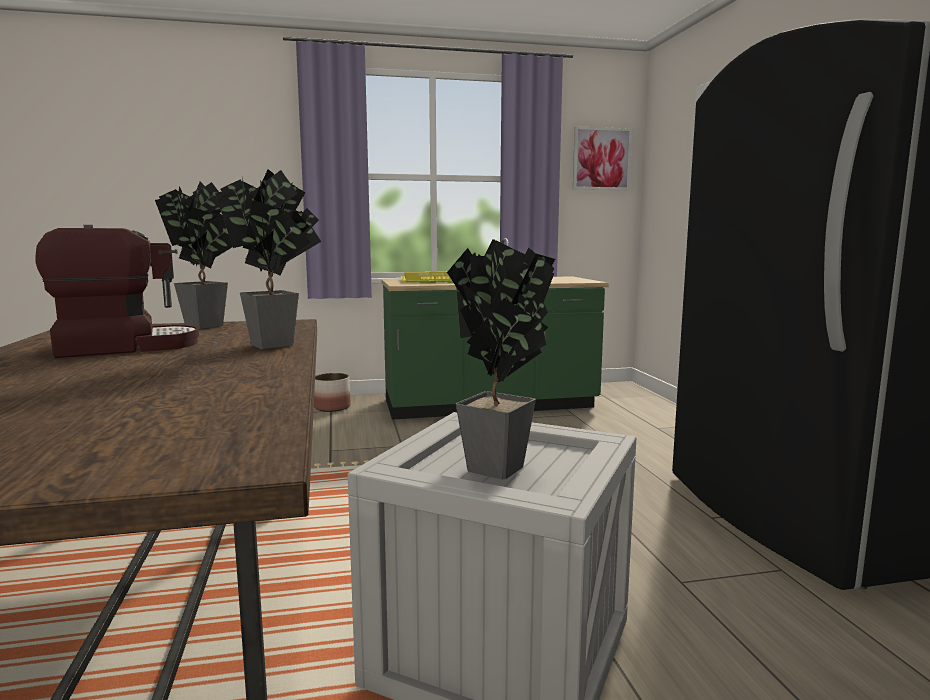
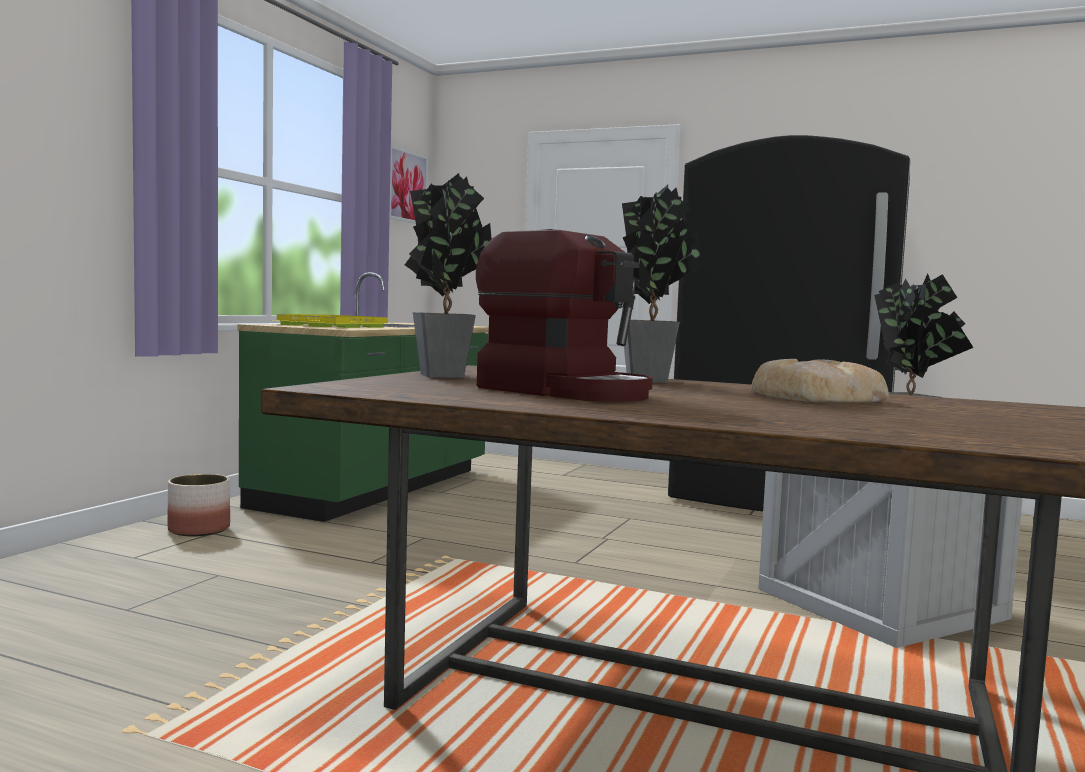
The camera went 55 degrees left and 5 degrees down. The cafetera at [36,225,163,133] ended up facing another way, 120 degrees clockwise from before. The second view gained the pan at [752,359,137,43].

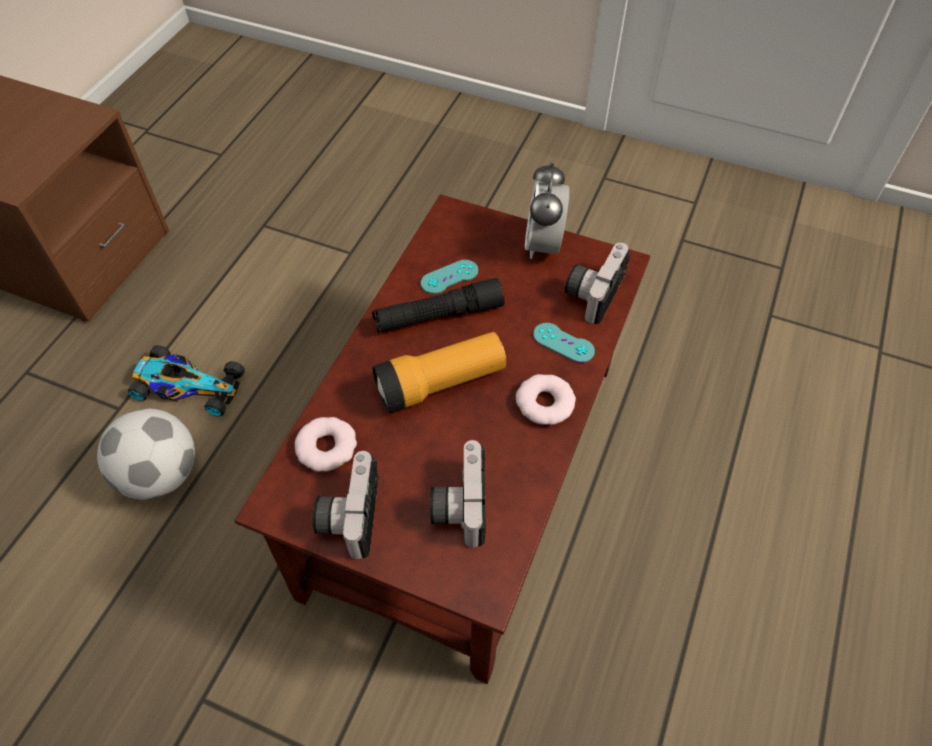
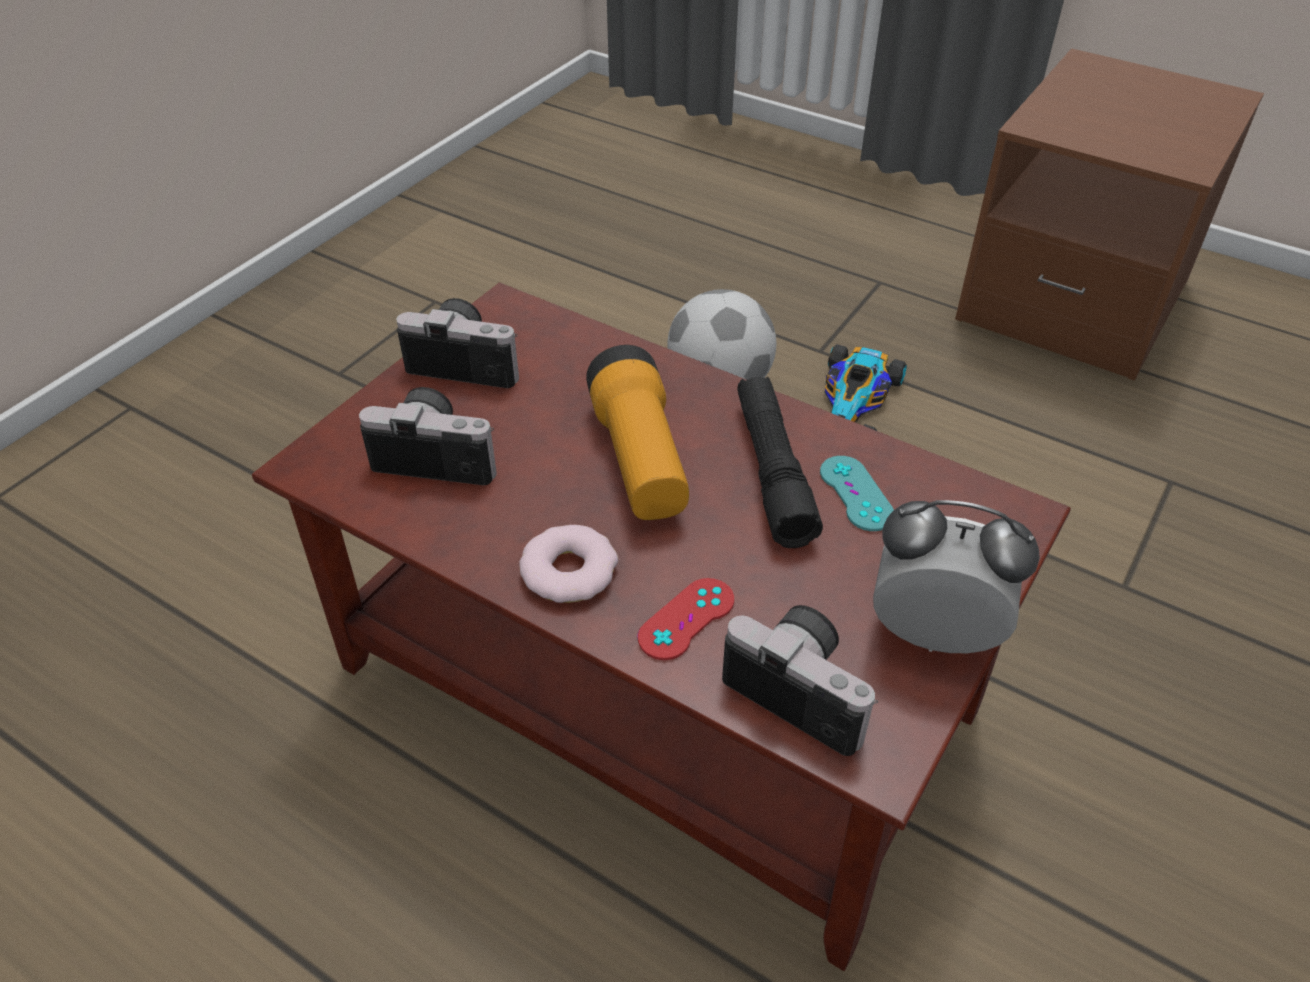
The camera went 100 degrees right and 10 degrees down. What was the mando de consola (turquesa) at [533,323,62,40] turned into the mando de consola (rojo) at [637,578,97,82]. The second view lost the rosquilla at [295,417,62,55].

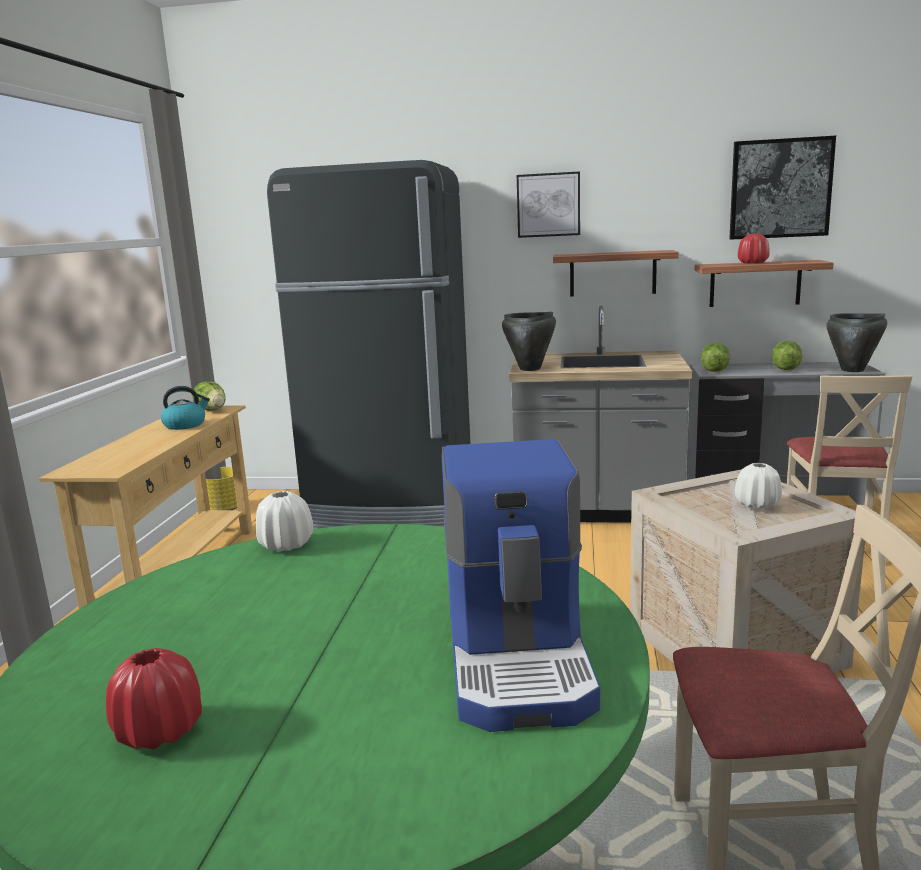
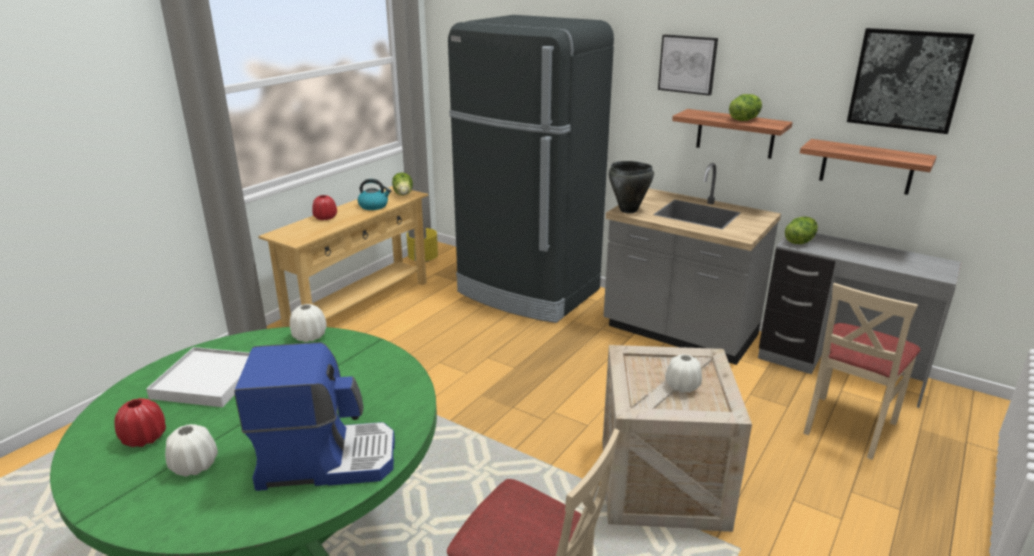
The camera went 25 degrees right and 10 degrees up. The second view gained the bandeja (blanco) at [146,347,104,60]. The second view gained the florero (blanco) at [165,424,53,53]. The cafetera at [442,439,158,293] ended up facing another way, 120 degrees counterclockwise from before. The florero (rojo) ended up elsewhere, having gone from [738,234,32,30] to [312,195,25,25]. The lechuga ended up elsewhere, having gone from [772,341,30,29] to [729,94,33,27]. The second view lost the olla (negro) at [826,313,61,59].

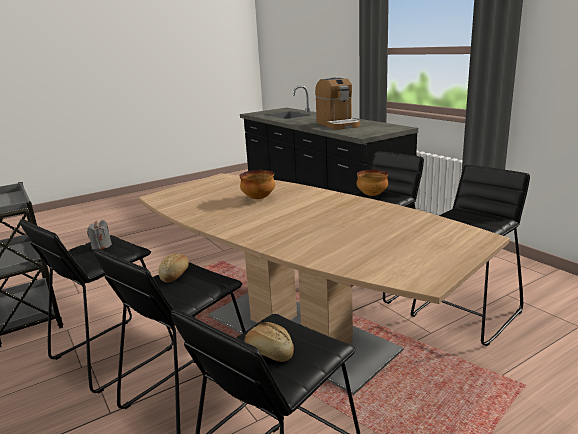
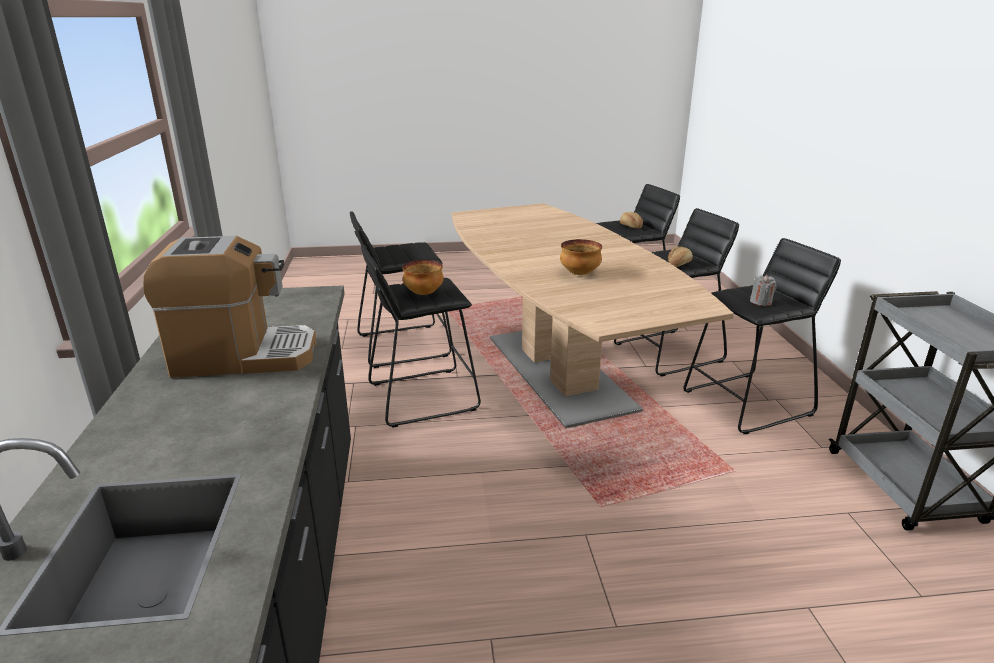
The camera went 155 degrees left and 5 degrees up. The cafetera at [315,77,45,52] ended up facing another way, 75 degrees clockwise from before.

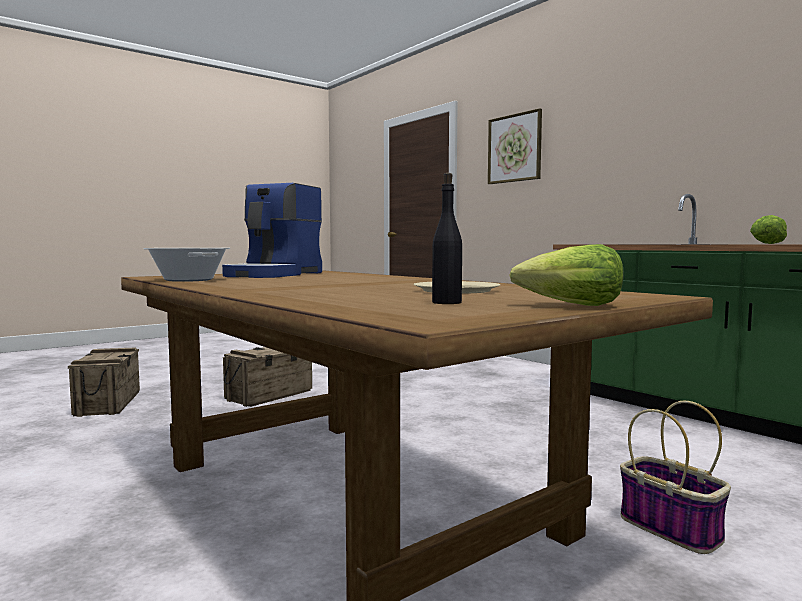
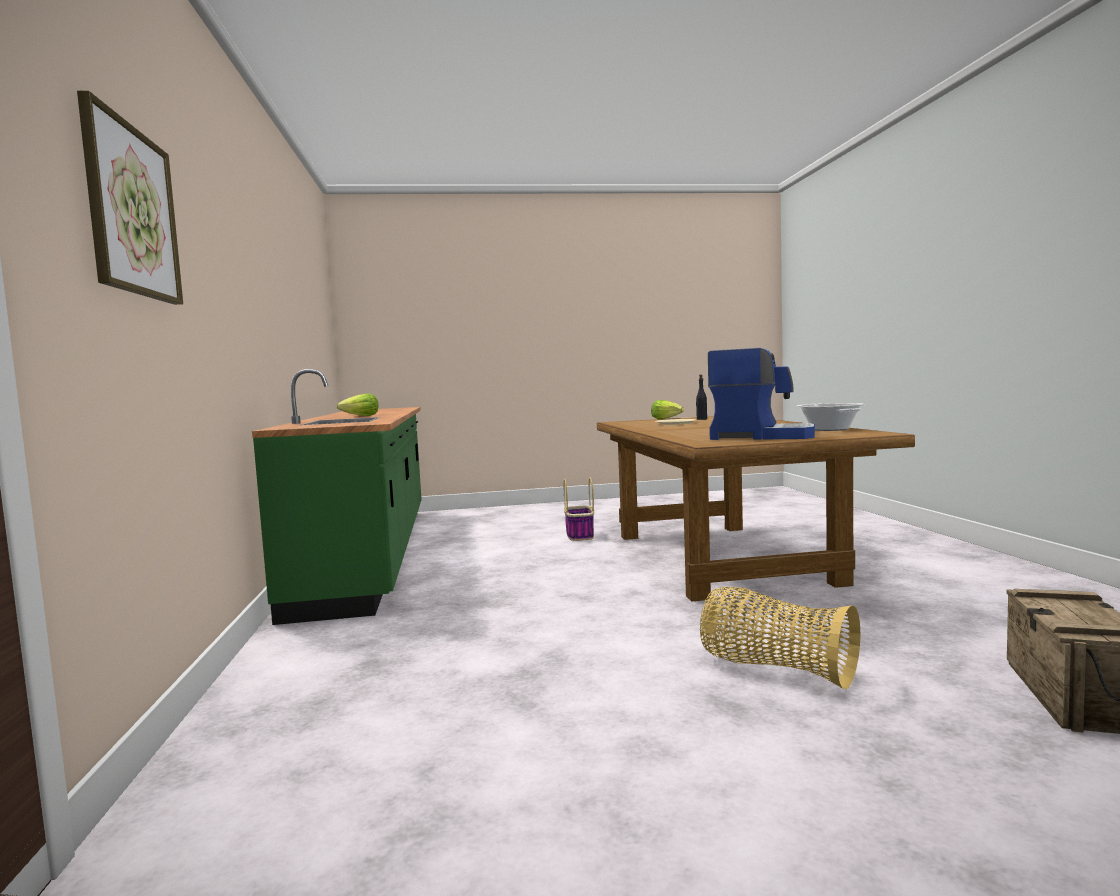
The camera went 150 degrees left and 0 degrees up. Where the caja de embalaje stood at [223,347,89,60], the cesta came to stand at [700,587,160,103]. The cafetera at [222,183,100,95] ended up facing another way, 60 degrees clockwise from before.

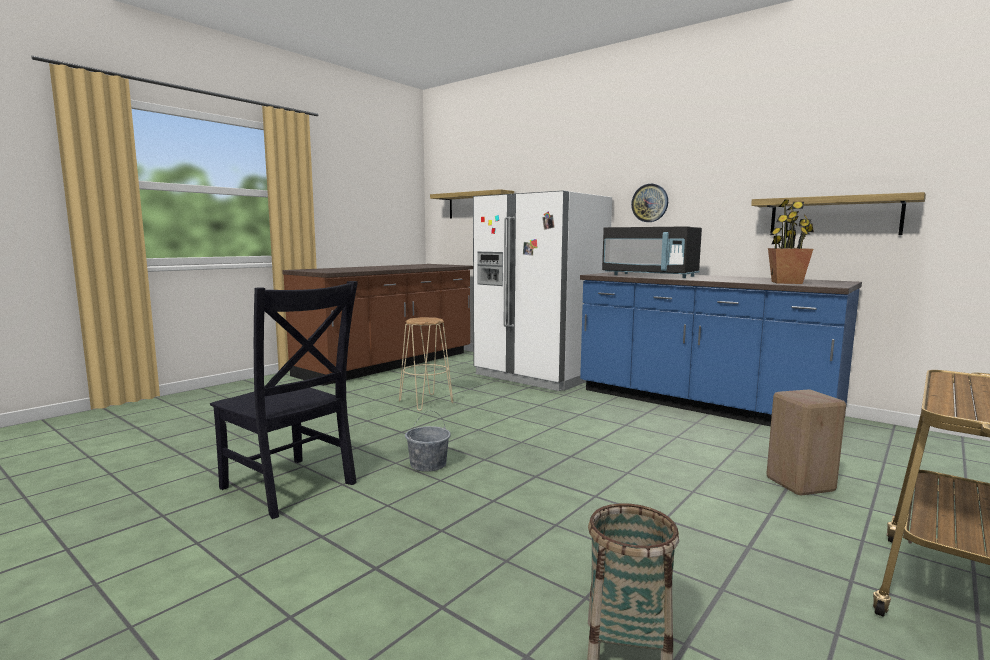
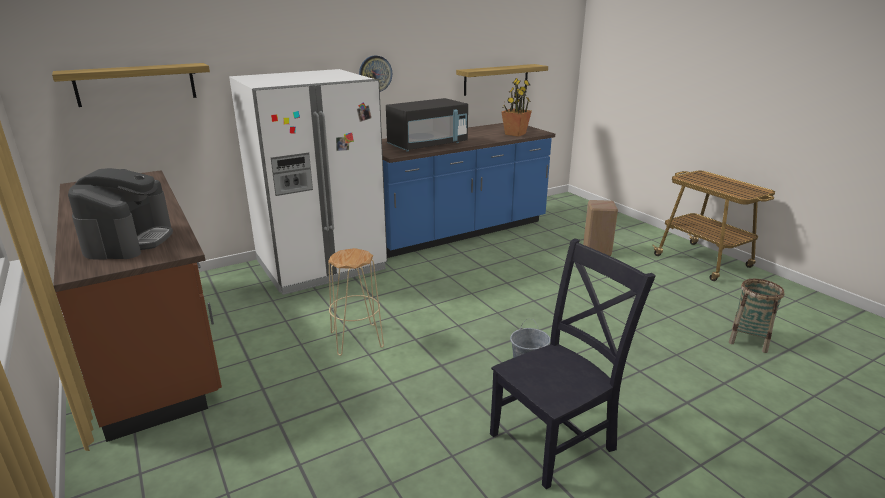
The camera went 70 degrees left and 15 degrees up. The second view gained the cafetera at [68,168,105,91].

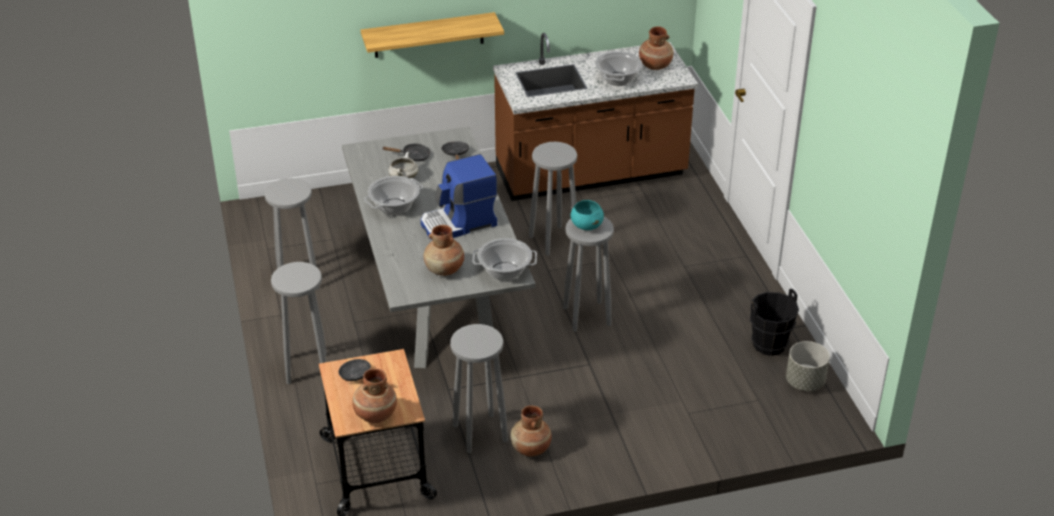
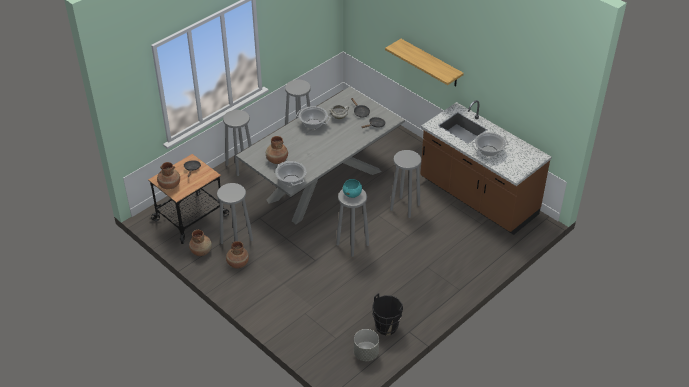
The camera went 60 degrees right and 5 degrees up. The florero (marrón) ended up elsewhere, having gone from [639,26,35,44] to [189,230,23,26]. The second view lost the cafetera at [421,154,76,86].

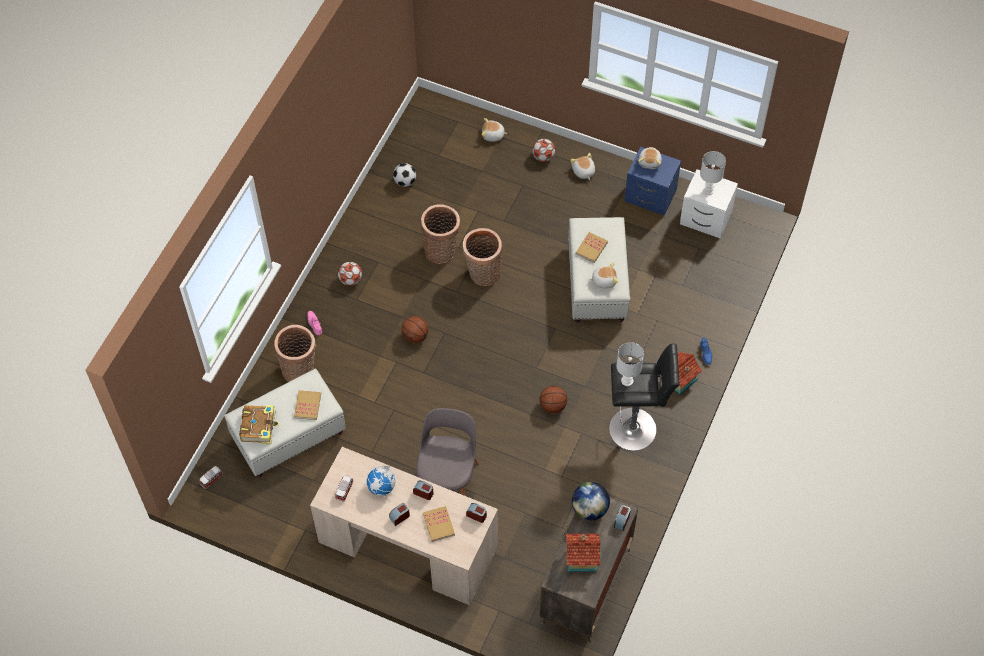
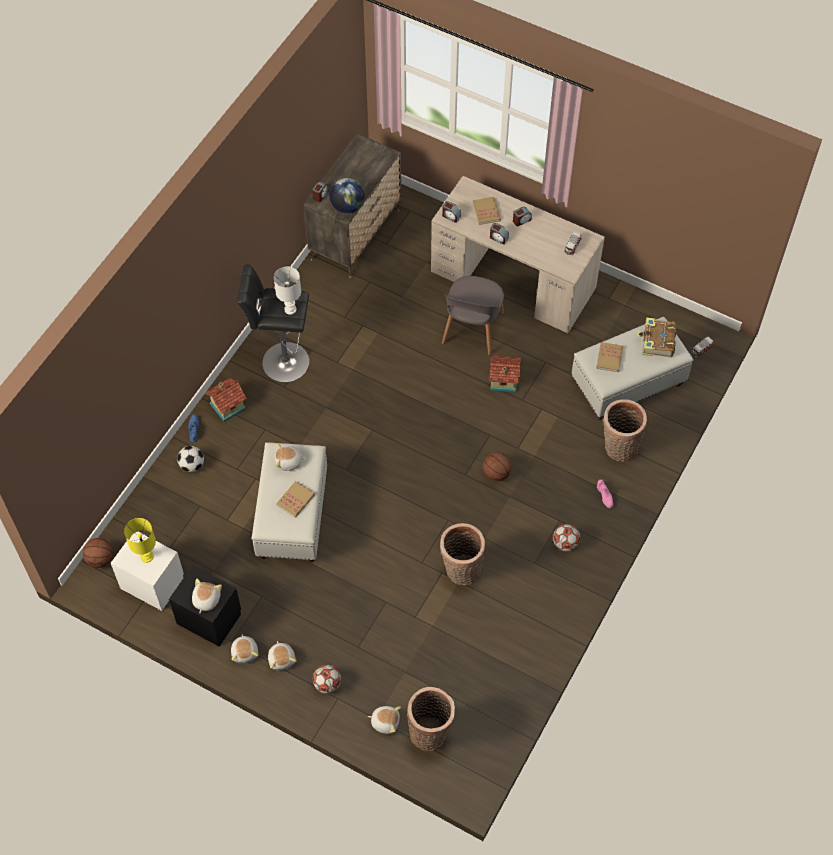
The camera went 175 degrees left and 0 degrees up. The balón de baloncesto ended up elsewhere, having gone from [540,386,27,27] to [83,538,30,30]. What was the lámpara de mesa (blanco) at [700,151,26,44] turned into the lámpara de mesa (amarillo) at [124,518,32,45]. What was the mesita de noche (azul) at [625,147,56,69] turned into the mesita de noche (negro) at [169,565,72,82]. The balón de fútbol ended up elsewhere, having gone from [393,163,23,24] to [177,446,27,26]. The second view gained the peluche at [231,634,27,29]. The cesta ended up elsewhere, having gone from [463,228,39,58] to [407,687,48,64]. The casita ended up elsewhere, having gone from [566,534,34,38] to [489,356,32,36]. The second view lost the globo terráqueo at [367,466,30,30].

